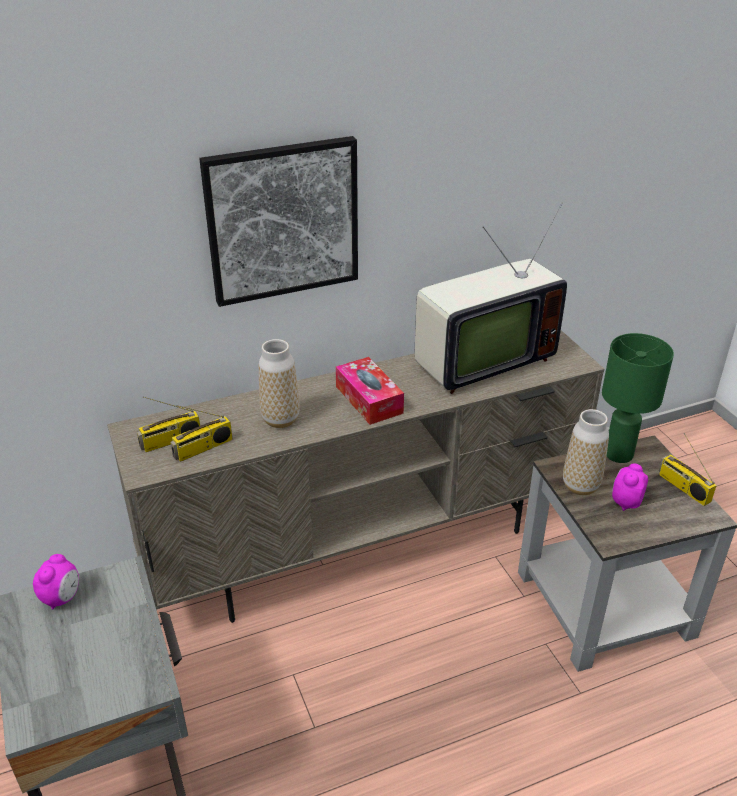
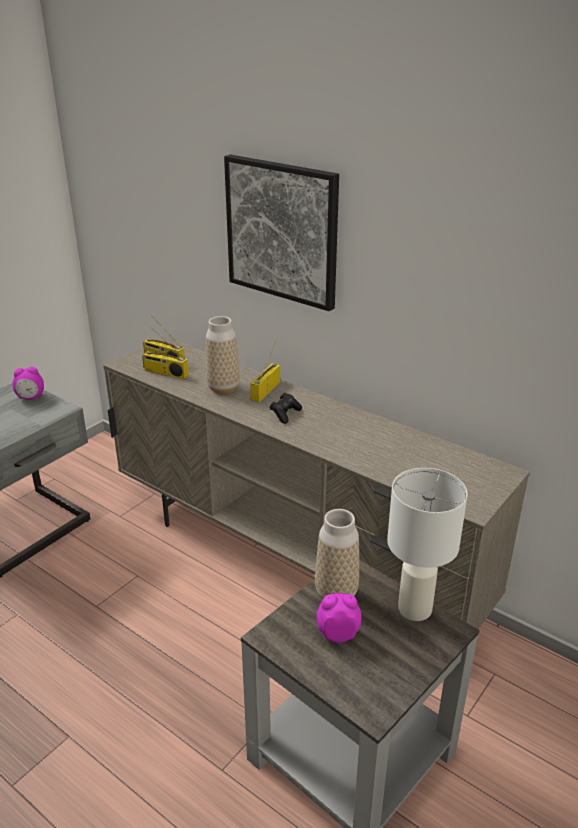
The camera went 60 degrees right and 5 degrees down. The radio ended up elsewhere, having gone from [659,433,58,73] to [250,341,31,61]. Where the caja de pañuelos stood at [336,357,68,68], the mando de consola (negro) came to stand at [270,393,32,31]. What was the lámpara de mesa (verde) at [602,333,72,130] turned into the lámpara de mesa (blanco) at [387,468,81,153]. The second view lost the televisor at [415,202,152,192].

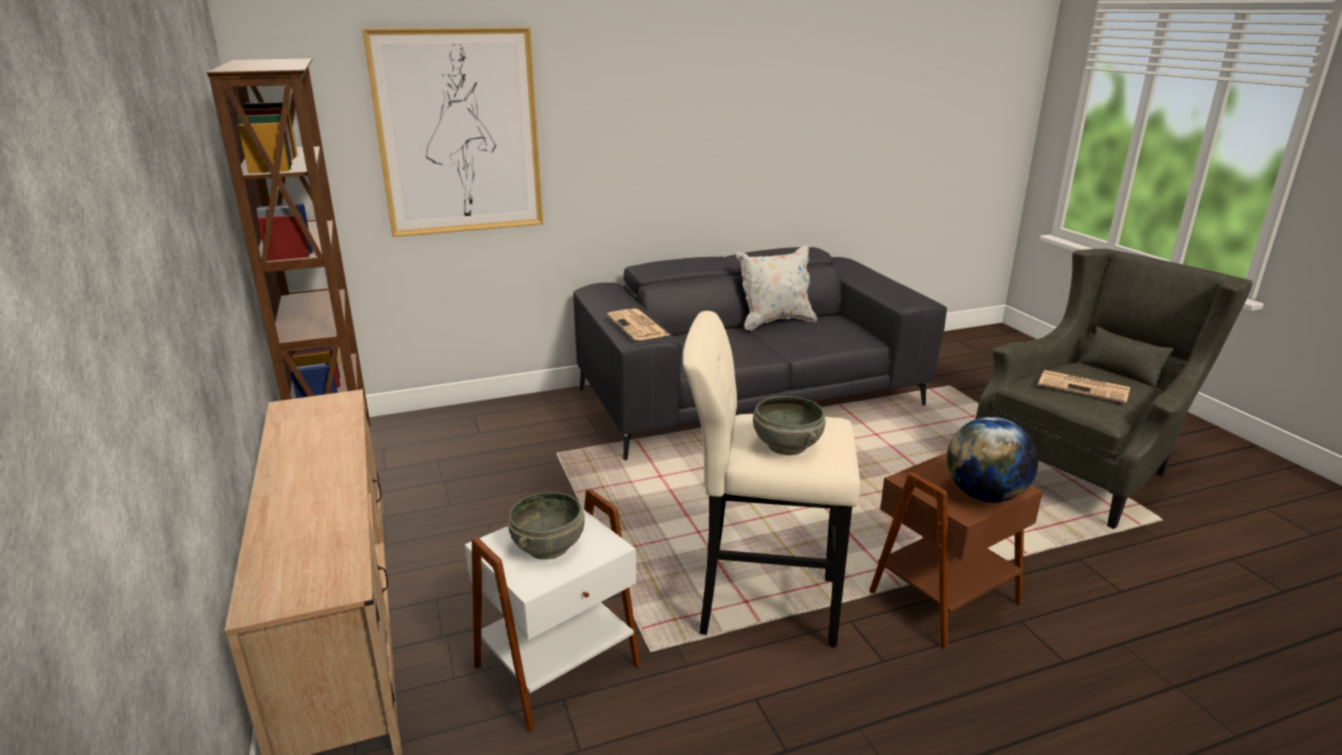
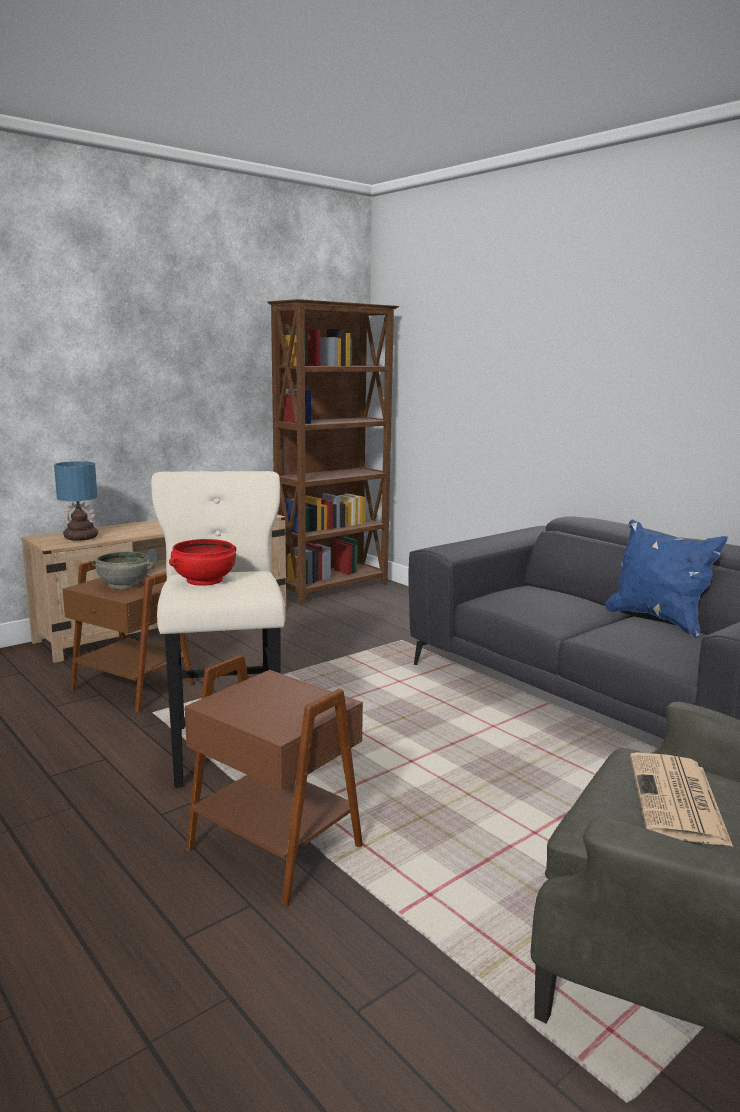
The camera went 70 degrees right and 10 degrees down. The second view gained the lámpara de mesa at [54,461,44,80]. What was the mesa auxiliar (blanco) at [465,489,176,243] turned into the mesa auxiliar (marrón) at [63,561,132,151]. What was the cuenco (gris) at [753,396,73,59] turned into the cuenco (rojo) at [169,539,67,47]. What was the cojín (blanco) at [736,244,81,86] turned into the cojín (azul) at [605,520,123,118]. The second view lost the cuadro at [362,27,181,210]. The second view lost the periódico at [607,308,62,32]. The second view lost the globo terráqueo at [947,417,91,86].

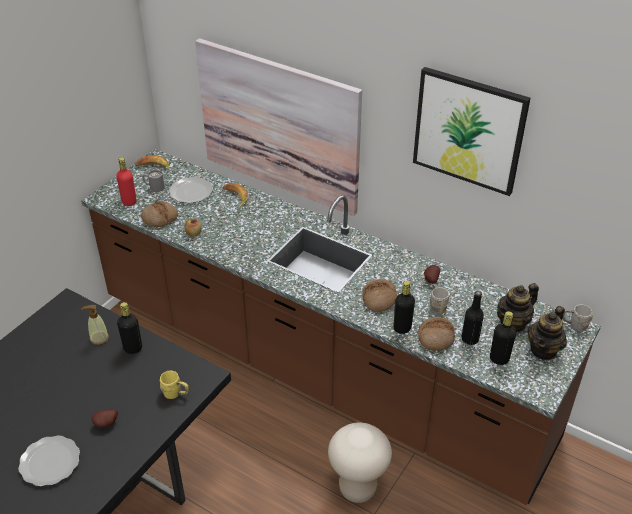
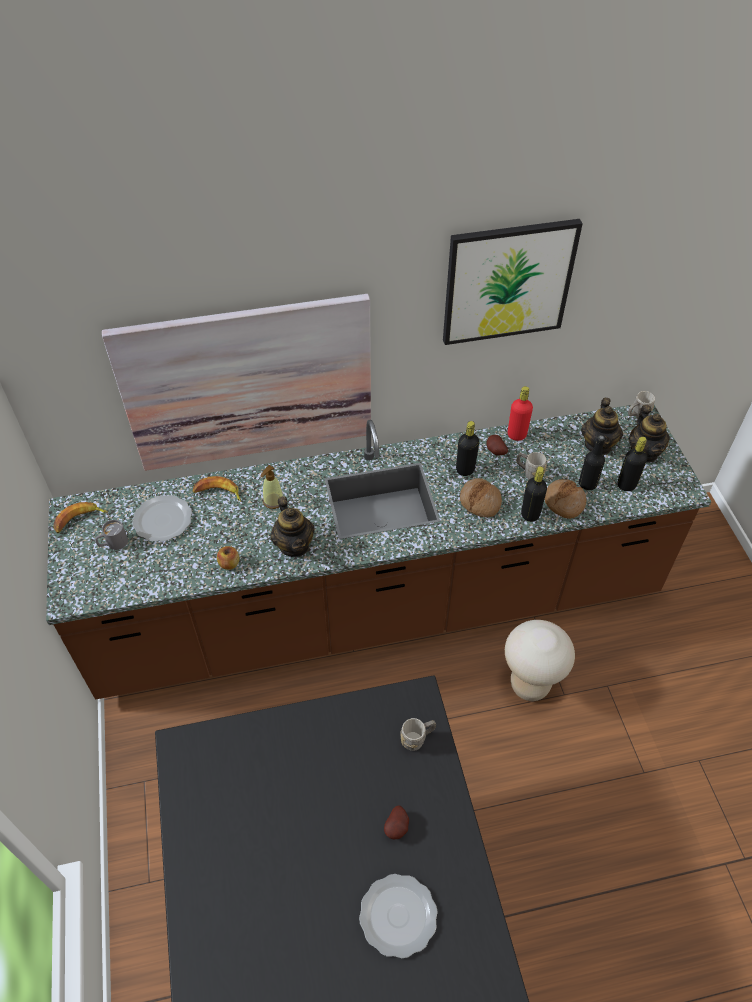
The camera went 45 degrees left and 10 degrees up. The dispensador de jabón ended up elsewhere, having gone from [81,305,28,40] to [261,465,22,44]. The second view gained the tetera at [271,496,44,61]. What was the taza grande (amarillo) at [159,370,30,29] turned into the taza grande (gris) at [401,718,35,33]. The botella (negro) ended up elsewhere, having gone from [117,302,25,52] to [456,421,23,55]. The botella (rojo) ended up elsewhere, having gone from [116,157,21,49] to [508,386,25,55]. The second view lost the pan at [141,201,37,26].

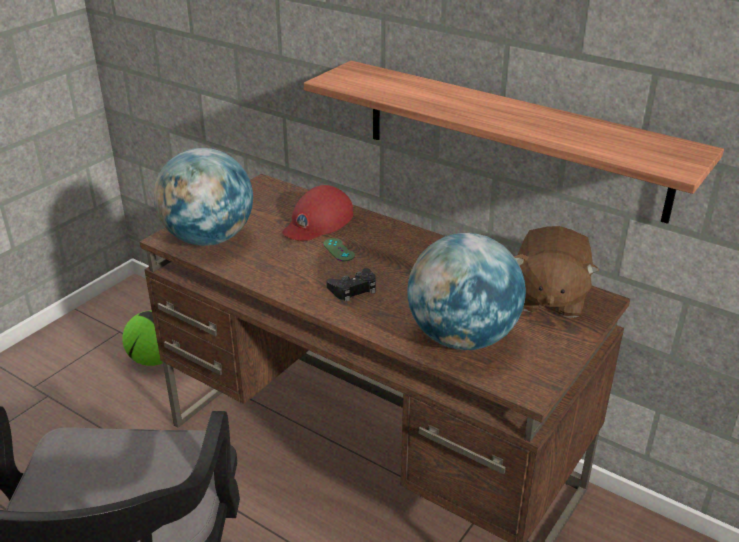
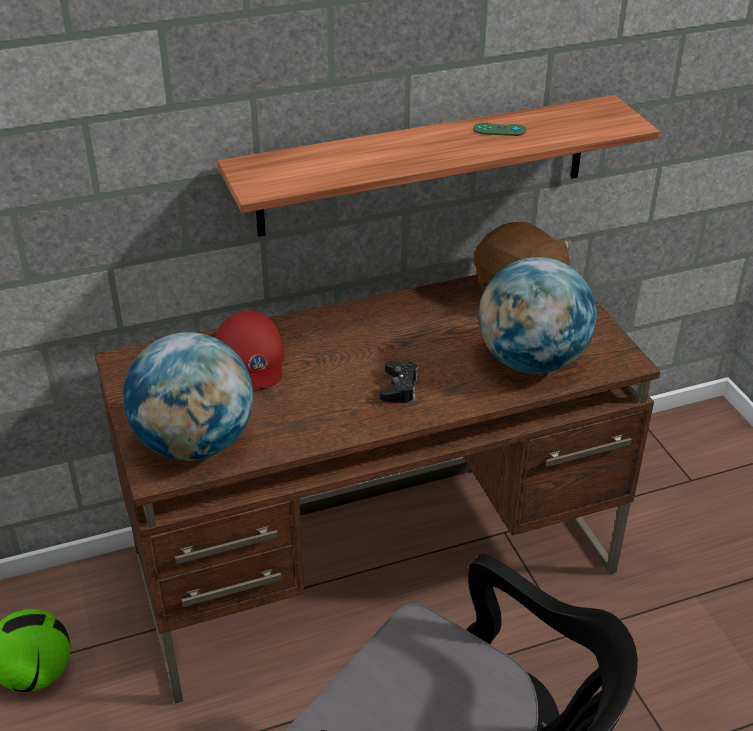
The camera went 55 degrees left and 5 degrees up. The mando de consola (verde) ended up elsewhere, having gone from [323,238,32,23] to [473,122,54,14].

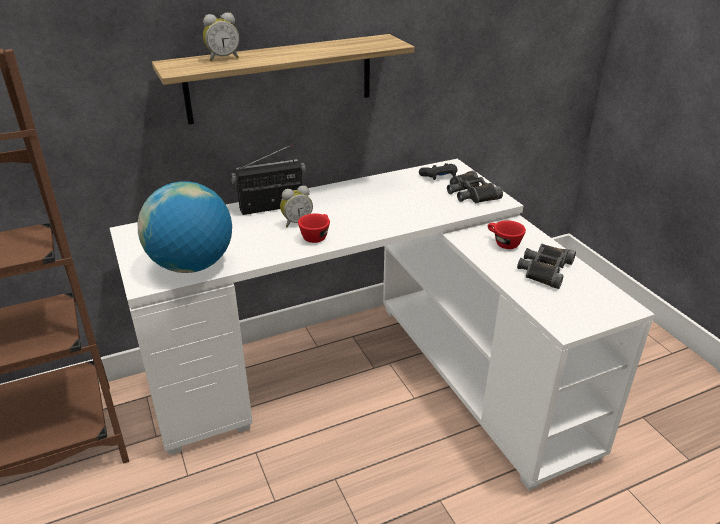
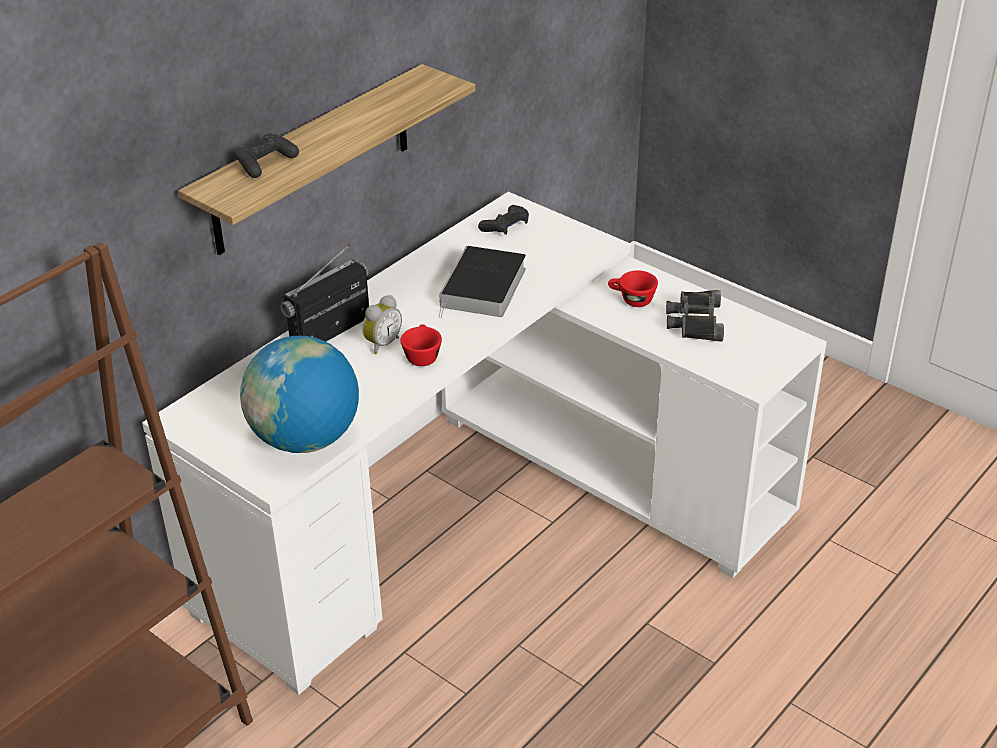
The camera went 25 degrees left and 5 degrees up. Where the despertador stood at [203,13,36,48], the mando de consola (negro) came to stand at [235,133,64,45]. The second view gained the libro at [439,246,87,72]. The second view lost the prismáticos (negro) at [447,170,56,33].

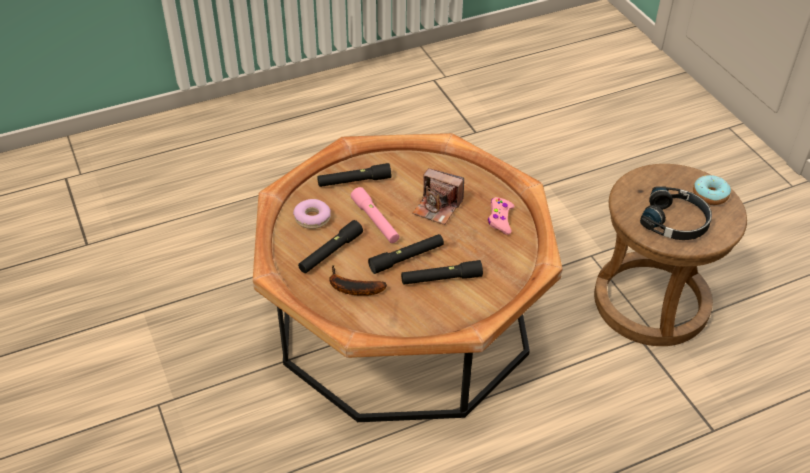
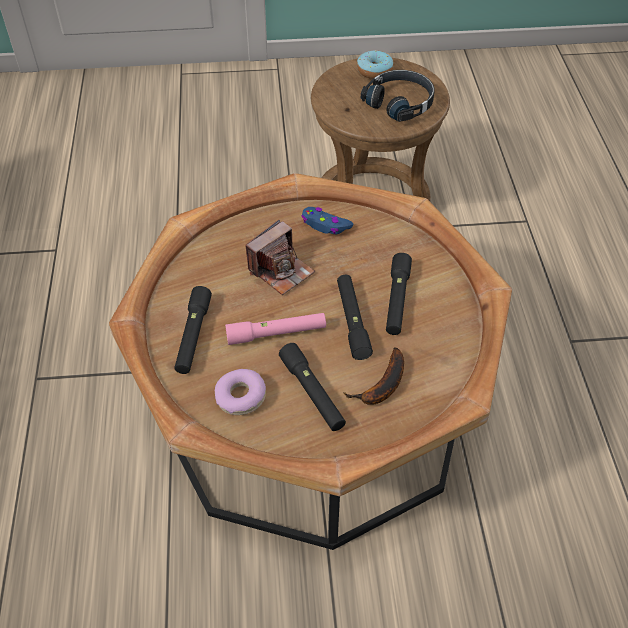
The camera went 70 degrees left and 5 degrees up. What was the mando de consola (rosa) at [488,197,27,38] turned into the mando de consola (azul) at [301,207,52,28].

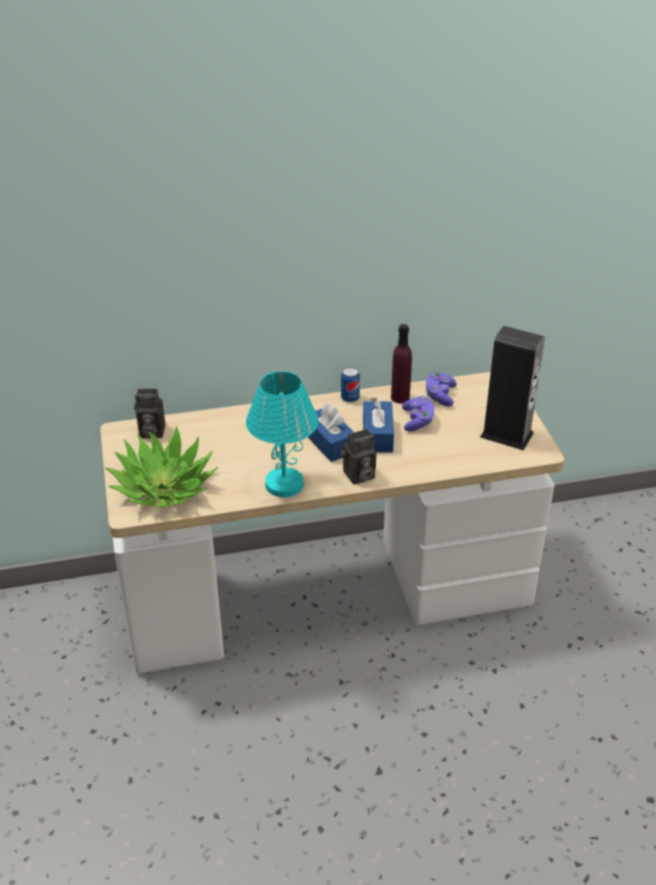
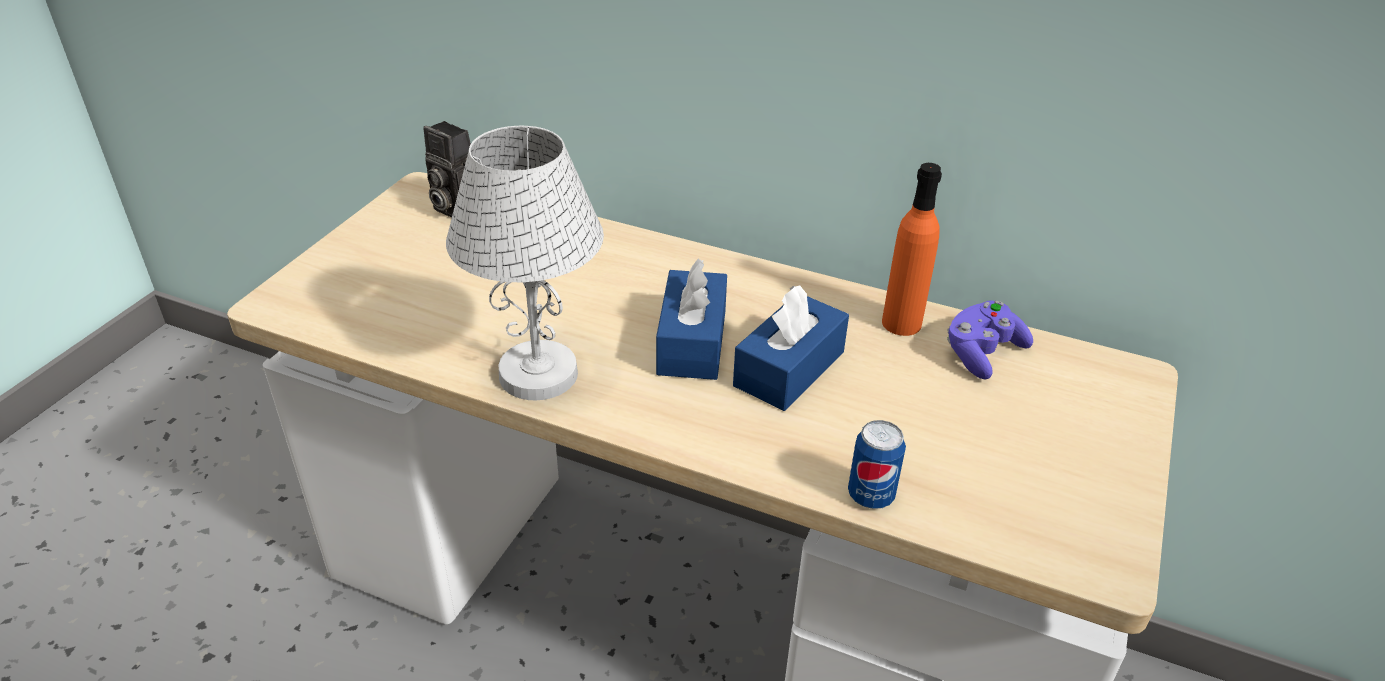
The camera went 35 degrees right and 0 degrees up. What was the lámpara de mesa (turquesa) at [246,371,72,126] turned into the lámpara de mesa (blanco) at [446,126,158,274]. The lata ended up elsewhere, having gone from [341,367,19,36] to [848,420,58,89]. What was the botella (morado) at [391,324,21,79] turned into the botella (naranja) at [882,163,60,173]. The second view lost the planta en maceta at [106,426,112,81]. The second view lost the cámara at [340,429,36,56]. The second view lost the mando de consola (morado) at [402,396,32,35]. The second view lost the altavoz at [480,326,65,124].

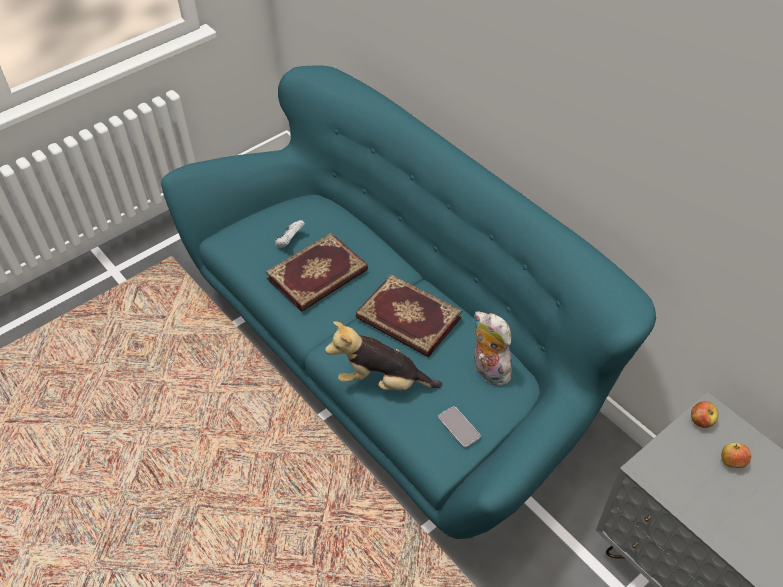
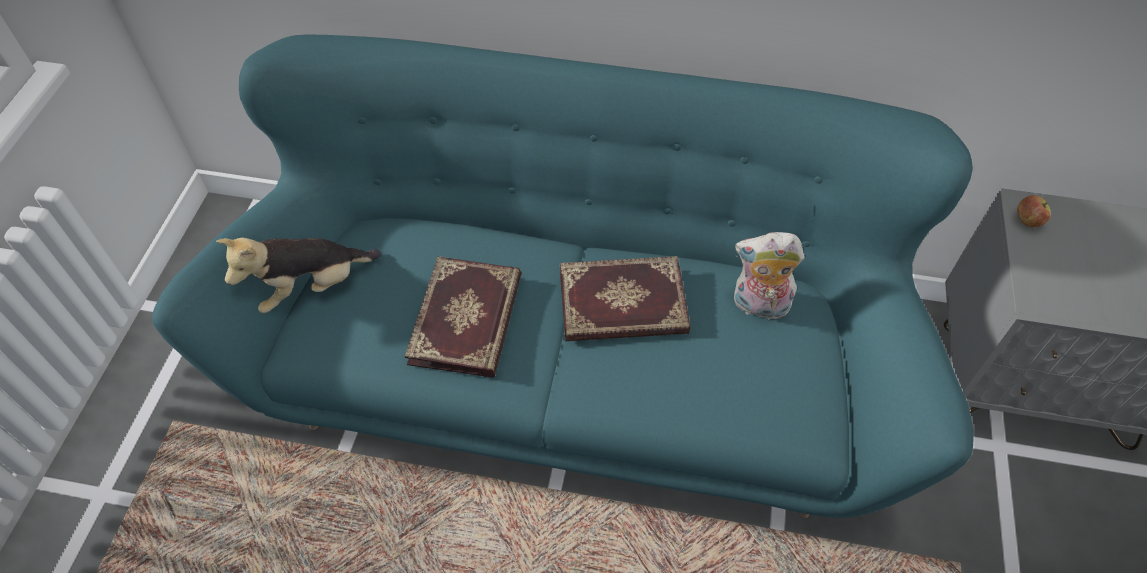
The camera went 40 degrees left and 5 degrees up. The peluche ended up elsewhere, having gone from [325,321,117,70] to [216,238,166,75]. The second view lost the mando de consola (blanco) at [274,220,31,28]. The second view lost the móvil at [438,406,43,41]. The second view lost the manzana at [721,443,30,25].

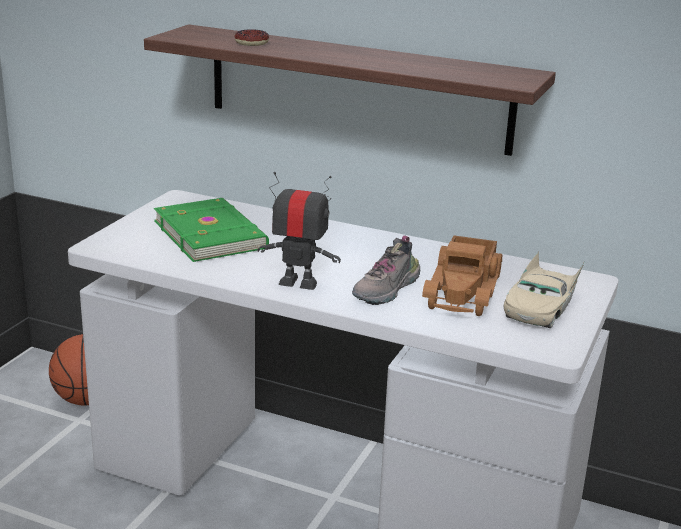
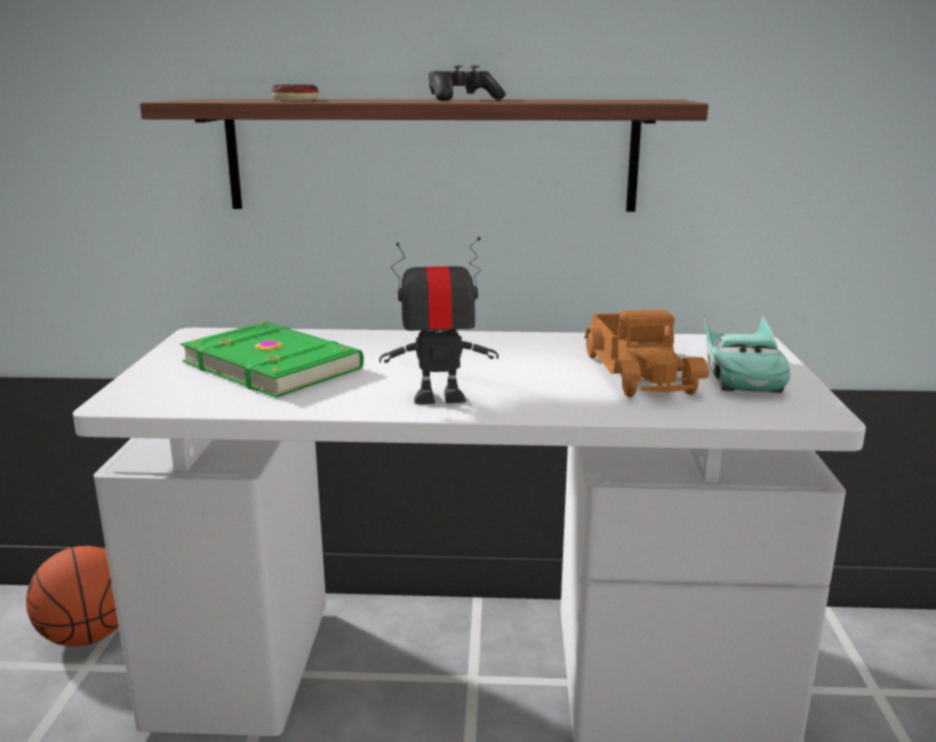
The camera went 20 degrees left and 5 degrees down. The second view gained the mando de consola at [429,65,77,36]. What was the coche de juguete (beis) at [504,251,81,77] turned into the coche de juguete (turquesa) at [703,313,87,80]. The second view lost the zapato at [352,236,68,69].

